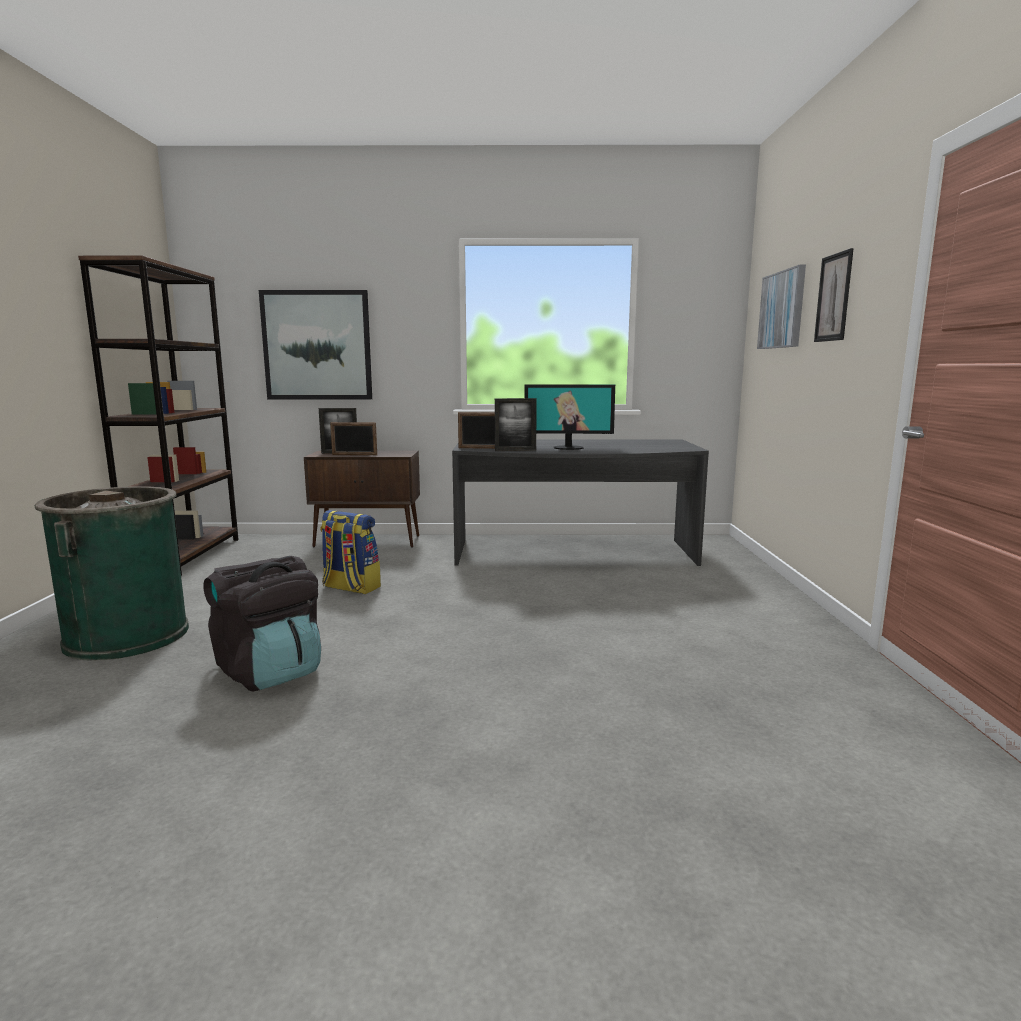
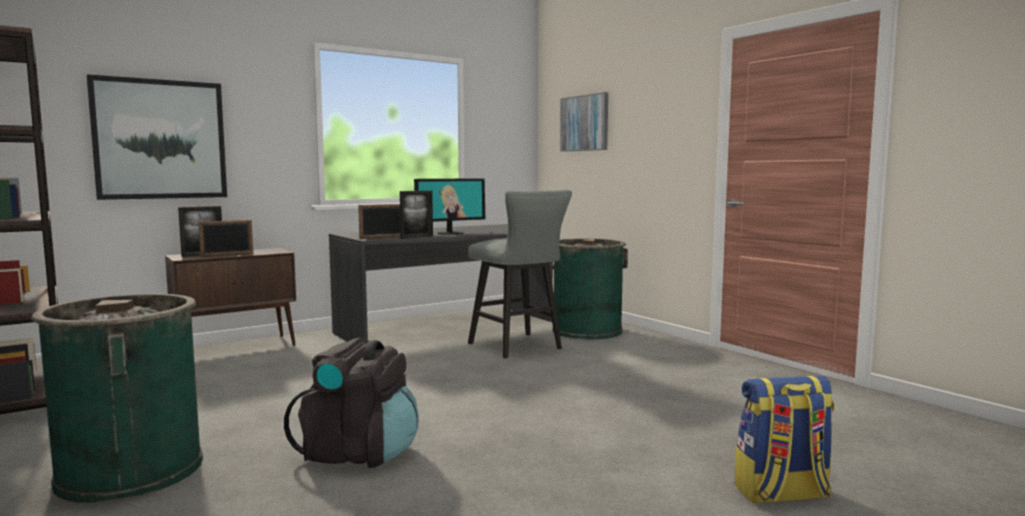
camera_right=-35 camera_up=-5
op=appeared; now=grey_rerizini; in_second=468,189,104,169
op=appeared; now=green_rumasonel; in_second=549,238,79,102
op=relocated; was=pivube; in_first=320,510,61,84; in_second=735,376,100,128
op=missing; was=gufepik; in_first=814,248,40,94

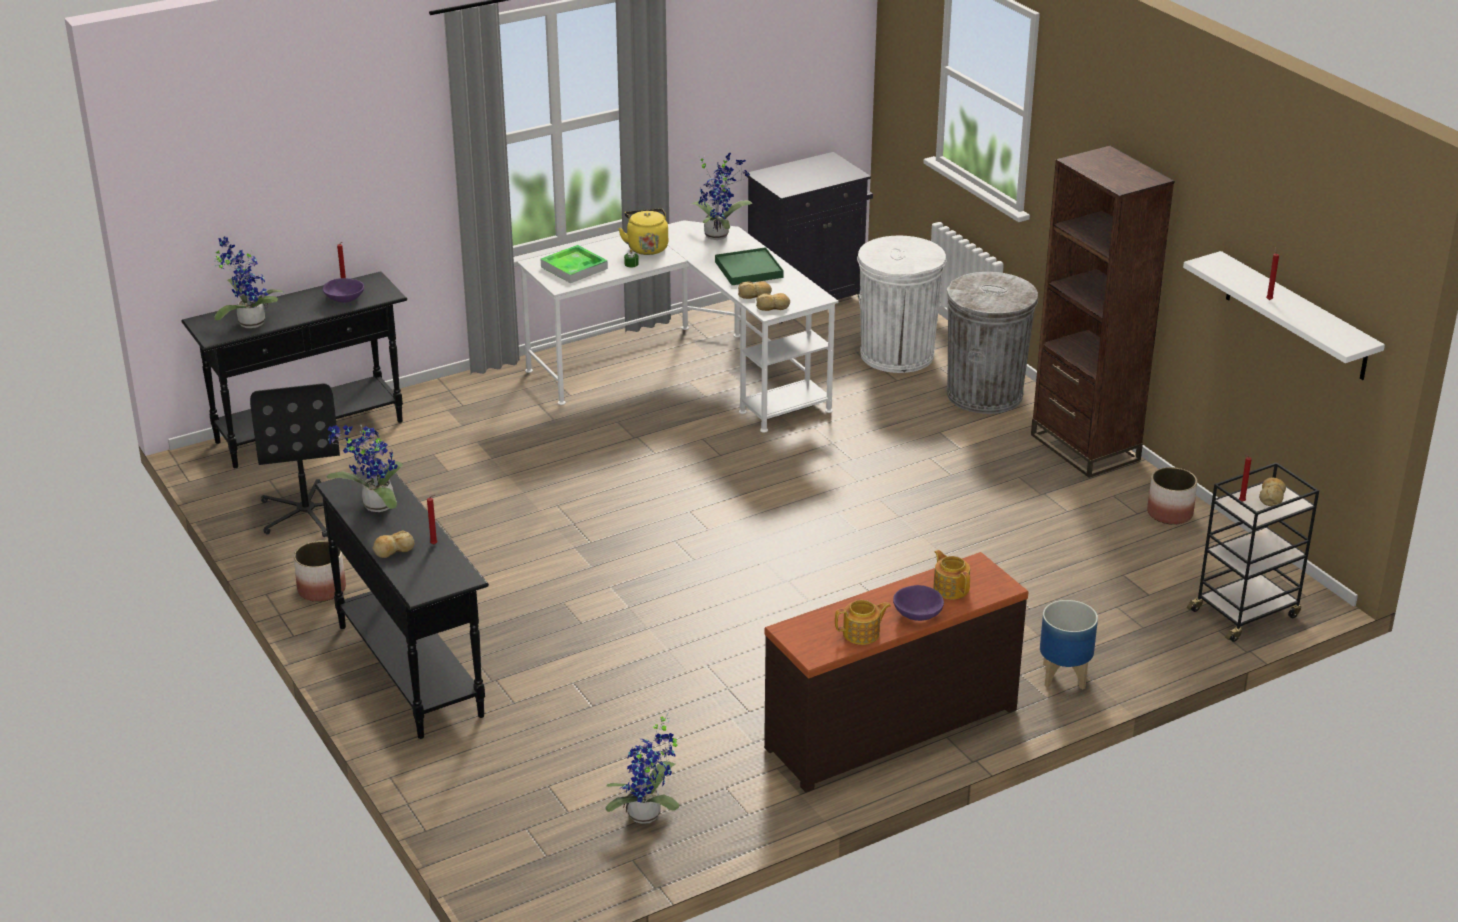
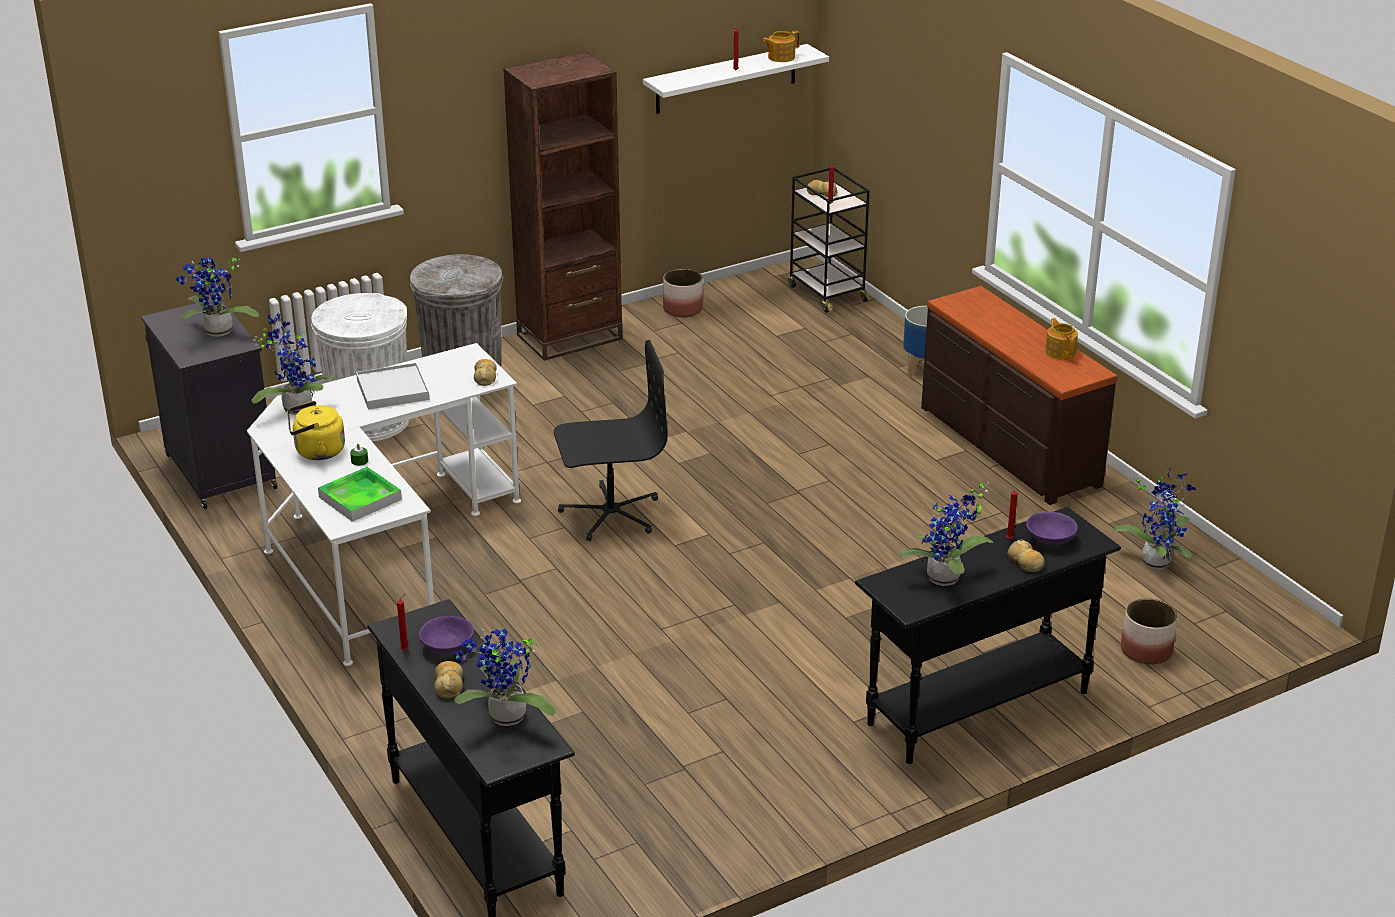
camera_right=-90 camera_up=0
op=appeared; now=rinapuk; in_second=176,257,83,80
op=colour; was=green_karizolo; now=white_karizolo; in_first=715,247,69,38; in_second=356,363,74,47
op=relocated; was=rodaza; in_first=738,281,34,18; in_second=434,661,29,38
op=relocated; was=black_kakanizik; in_first=250,383,90,154; in_second=554,340,113,201
op=relocated; was=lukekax; in_first=933,550,37,49; in_second=763,31,37,31
op=relocated; was=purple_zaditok; in_first=893,585,51,36; in_second=1026,512,52,33
op=relocated; was=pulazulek; in_first=293,541,53,61; in_second=1121,598,57,66

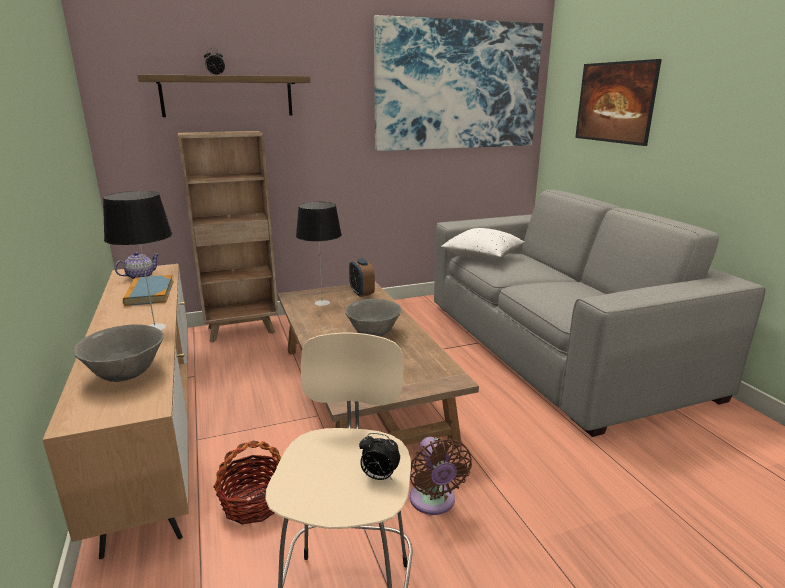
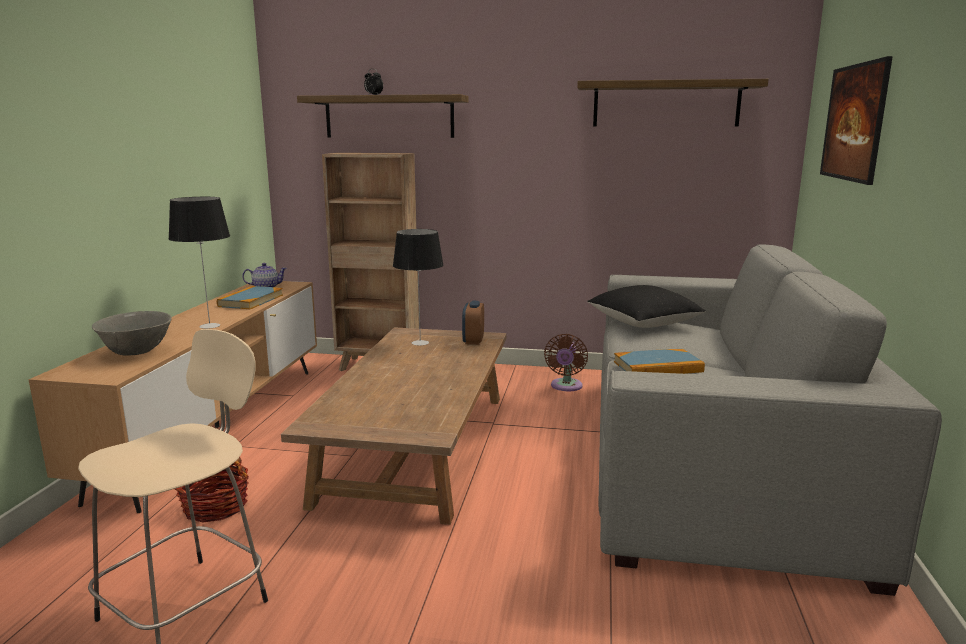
camera_right=30 camera_up=-5
op=relocated; was=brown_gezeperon; in_first=410,437,62,78; in_second=544,334,44,57
op=exchanged; was=gufepik; now=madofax; in_first=374,15,169,136; in_second=577,79,192,48
op=colour; was=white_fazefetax; now=black_fazefetax; in_first=441,228,84,33; in_second=587,285,119,43
op=appeared; now=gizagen; in_second=614,349,91,25
op=missing; was=grey_zaditok; in_first=345,299,57,37
op=missing; was=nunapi; in_first=359,433,41,47

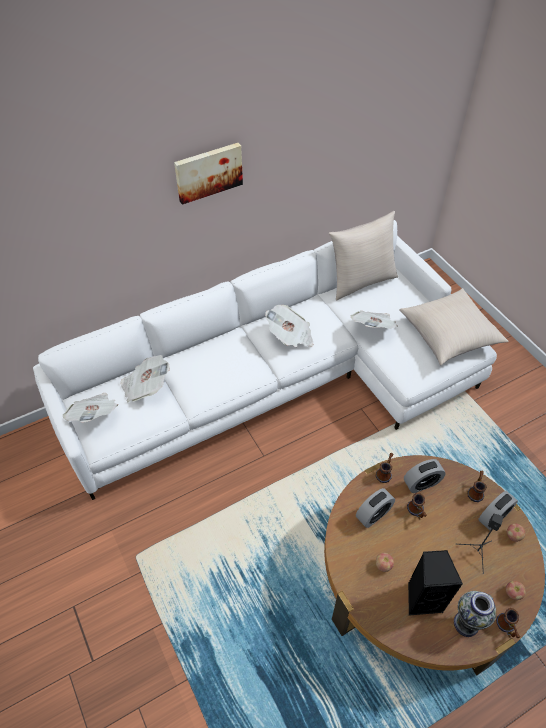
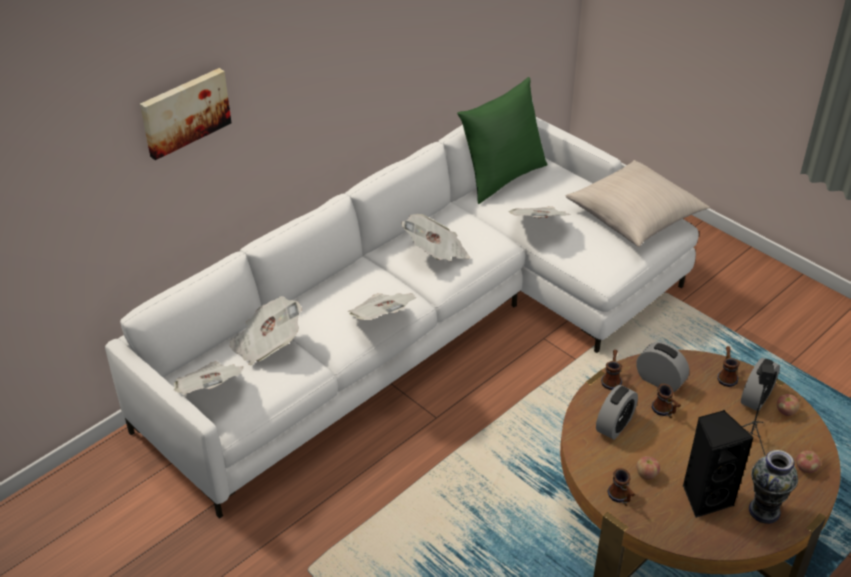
camera_right=-15 camera_up=-10
op=relocated; was=gufepik; in_first=174,143,69,62; in_second=140,68,92,92
op=appeared; now=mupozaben; in_second=347,293,70,27
op=colour; was=beige_fazefetax; now=green_fazefetax; in_first=329,211,69,90; in_second=457,77,91,127
op=relocated; was=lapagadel; in_first=496,608,24,30; in_second=607,468,28,38
op=spun; was=nunapi; in_first=404,459,42,34; in_second=636,342,53,50; clockwise=-105

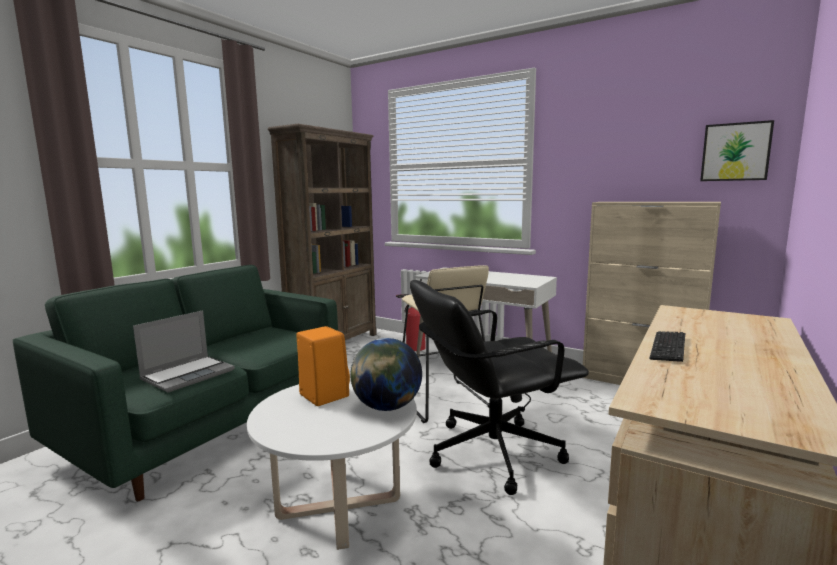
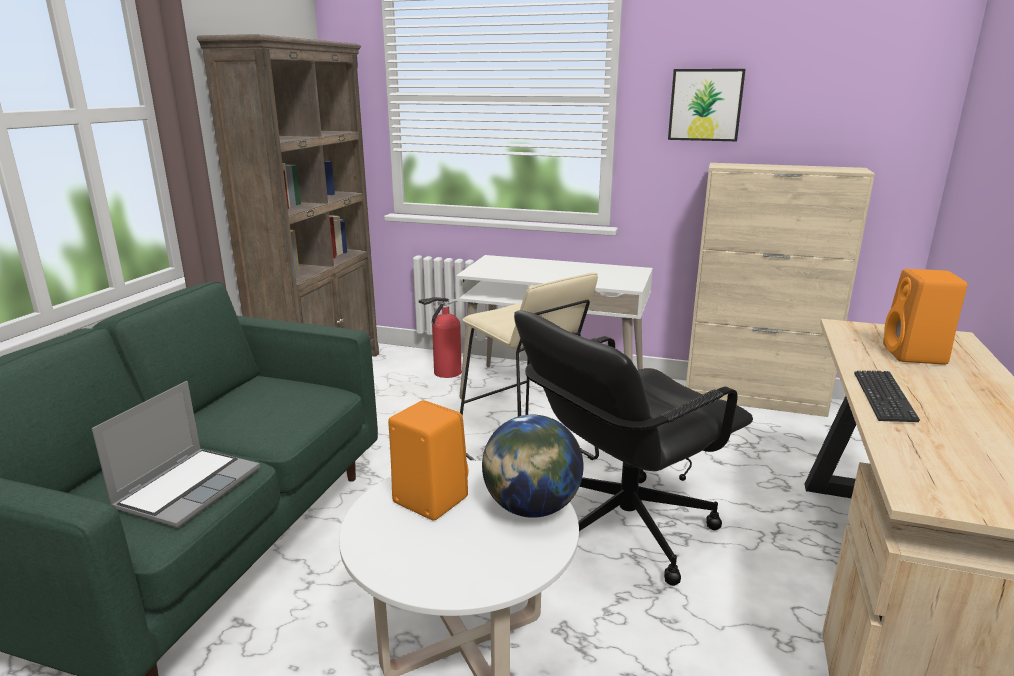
camera_right=-15 camera_up=10
op=relocated; was=gufepik; in_first=700,120,74,61; in_second=668,69,78,72
op=appeared; now=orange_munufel; in_second=883,269,85,96

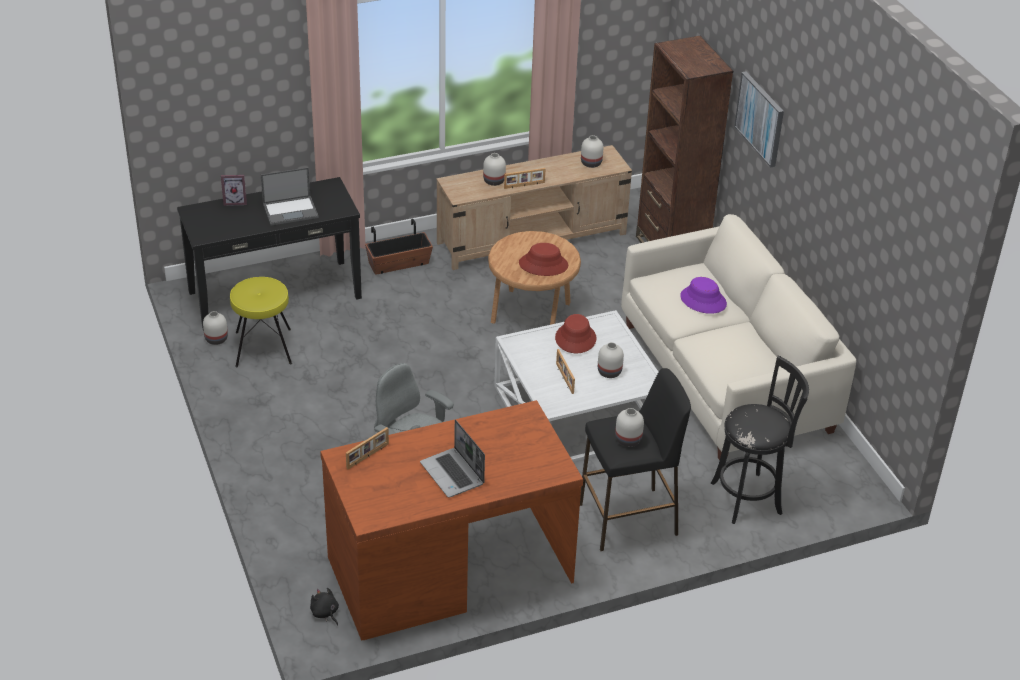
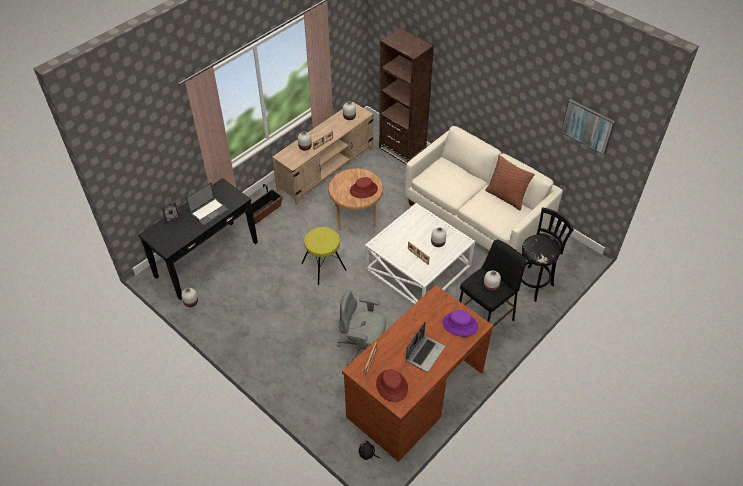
camera_right=-25 camera_up=10
op=relocated; was=yellow_rerizini; in_first=230,277,62,91; in_second=301,227,46,58
op=relocated; was=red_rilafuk; in_first=555,314,41,39; in_second=376,369,32,33
op=spun; was=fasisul; in_first=420,419,65,79; in_second=406,322,39,50; clockwise=-90
op=relocated; was=purple_rilafuk; in_first=680,277,47,37; in_second=443,310,35,27
op=appeared; now=fazefetax; in_second=485,155,50,56
op=relocated; was=gufepik; in_first=734,72,50,95; in_second=561,99,54,56

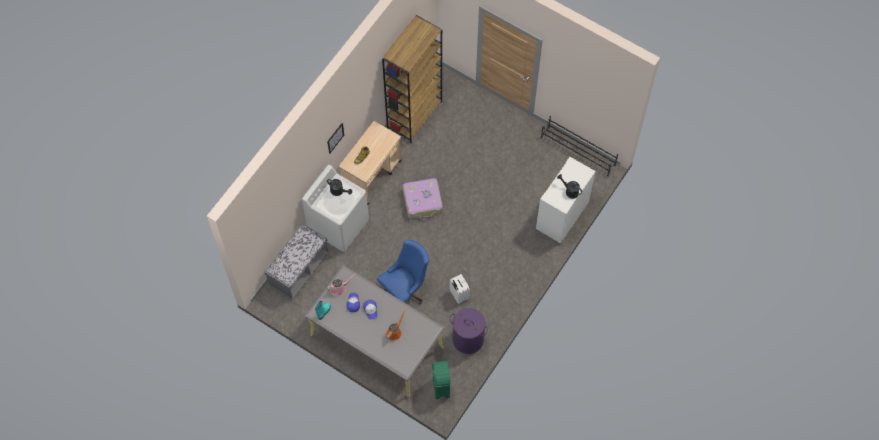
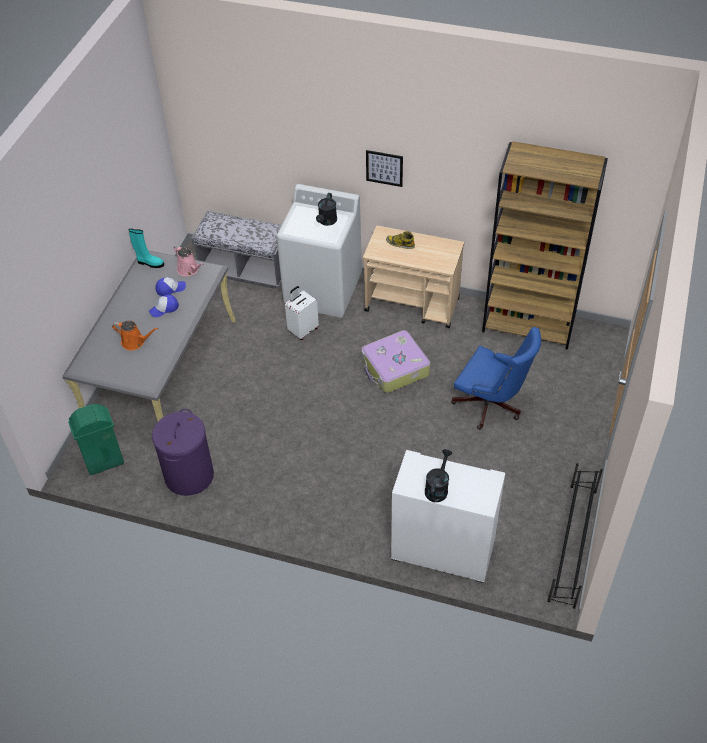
camera_right=75 camera_up=-15
op=relocated; was=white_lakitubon; in_first=450,274,20,30; in_second=285,286,34,54
op=relocated; was=blue_kakanizik; in_first=377,239,52,65; in_second=451,327,90,103

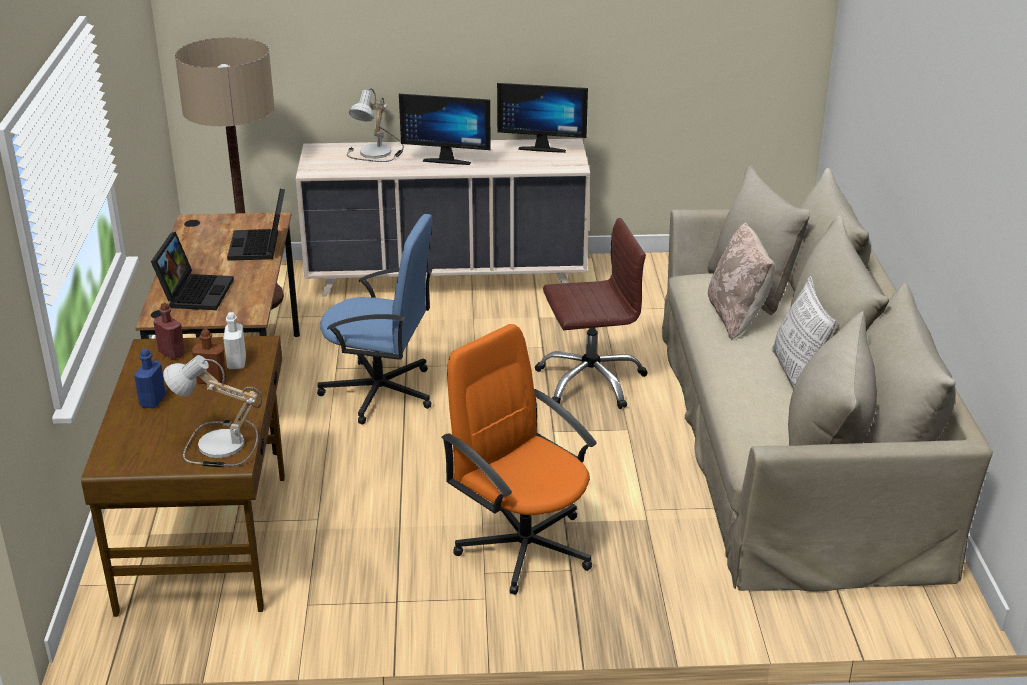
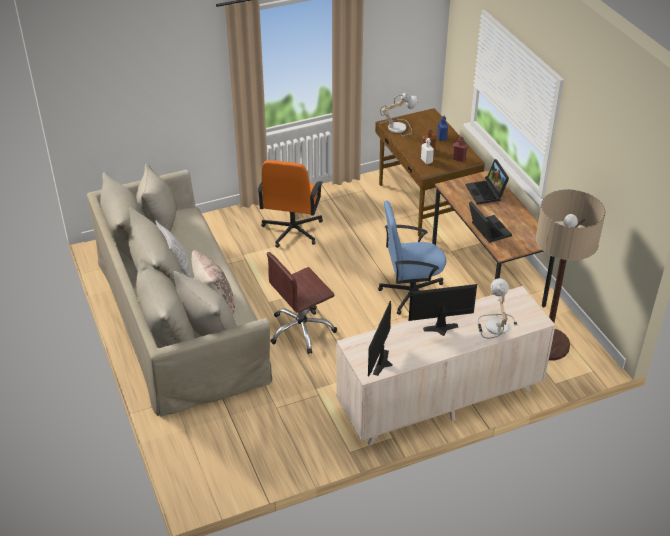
camera_right=160 camera_up=10
op=spun; was=orange_kakanizik; in_first=441,324,156,271; in_second=257,160,66,88; clockwise=75
op=spun; was=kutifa; in_first=497,83,91,70; in_second=368,301,25,76; clockwise=-60

